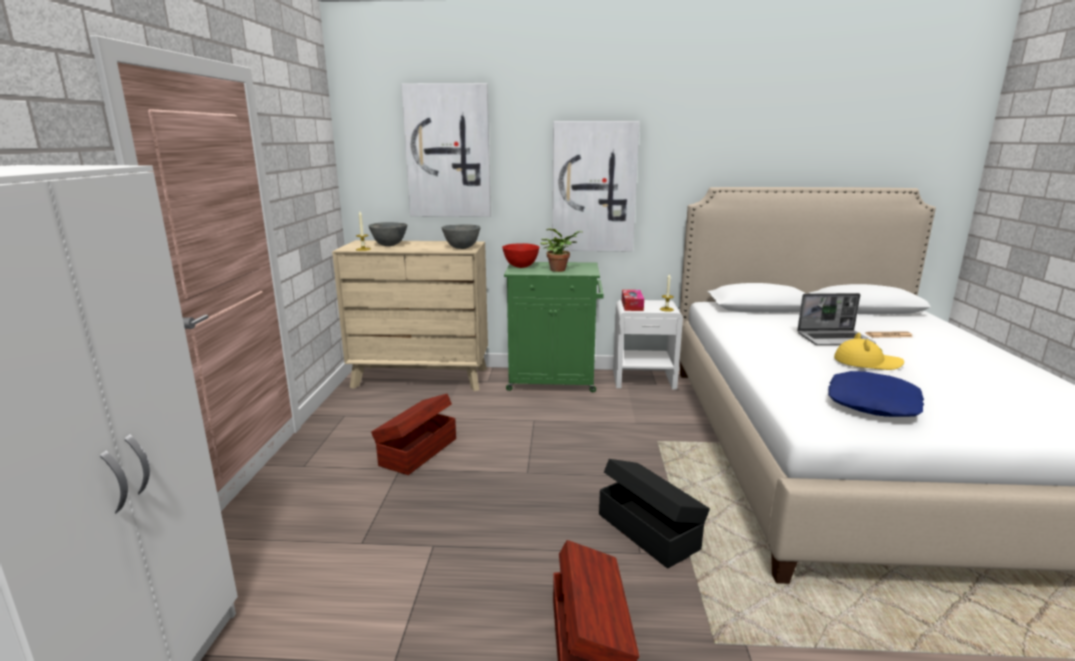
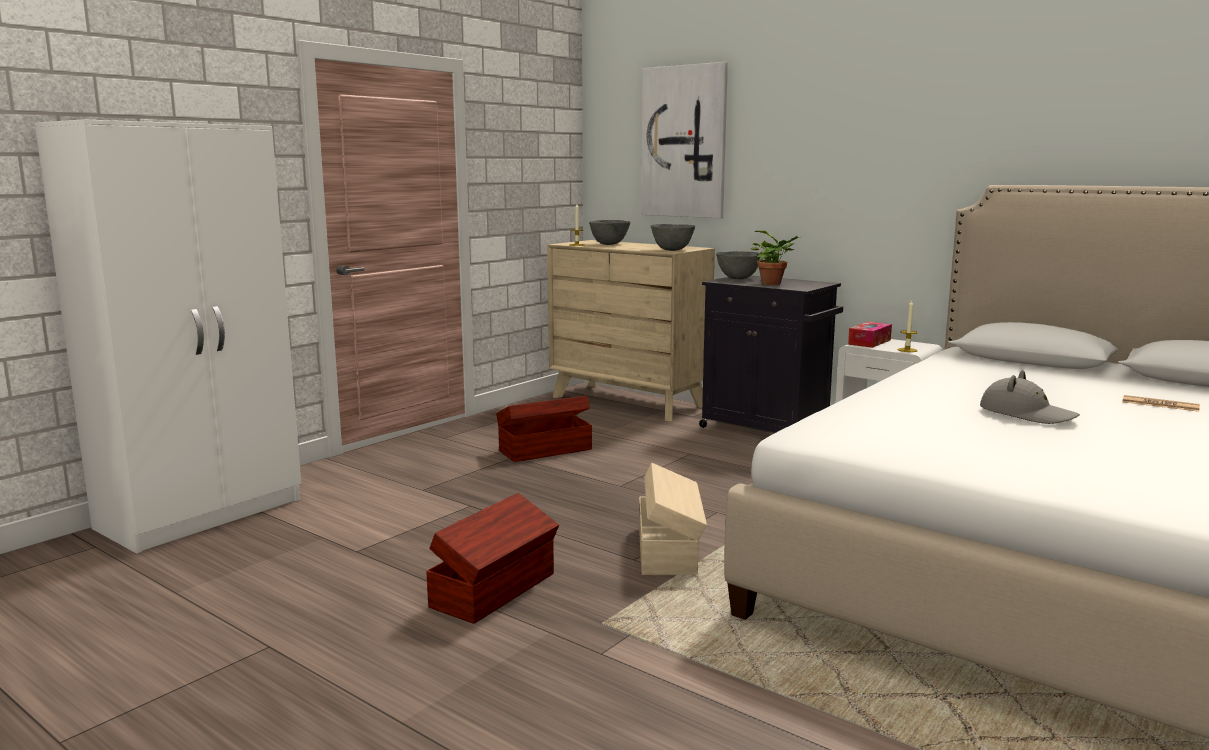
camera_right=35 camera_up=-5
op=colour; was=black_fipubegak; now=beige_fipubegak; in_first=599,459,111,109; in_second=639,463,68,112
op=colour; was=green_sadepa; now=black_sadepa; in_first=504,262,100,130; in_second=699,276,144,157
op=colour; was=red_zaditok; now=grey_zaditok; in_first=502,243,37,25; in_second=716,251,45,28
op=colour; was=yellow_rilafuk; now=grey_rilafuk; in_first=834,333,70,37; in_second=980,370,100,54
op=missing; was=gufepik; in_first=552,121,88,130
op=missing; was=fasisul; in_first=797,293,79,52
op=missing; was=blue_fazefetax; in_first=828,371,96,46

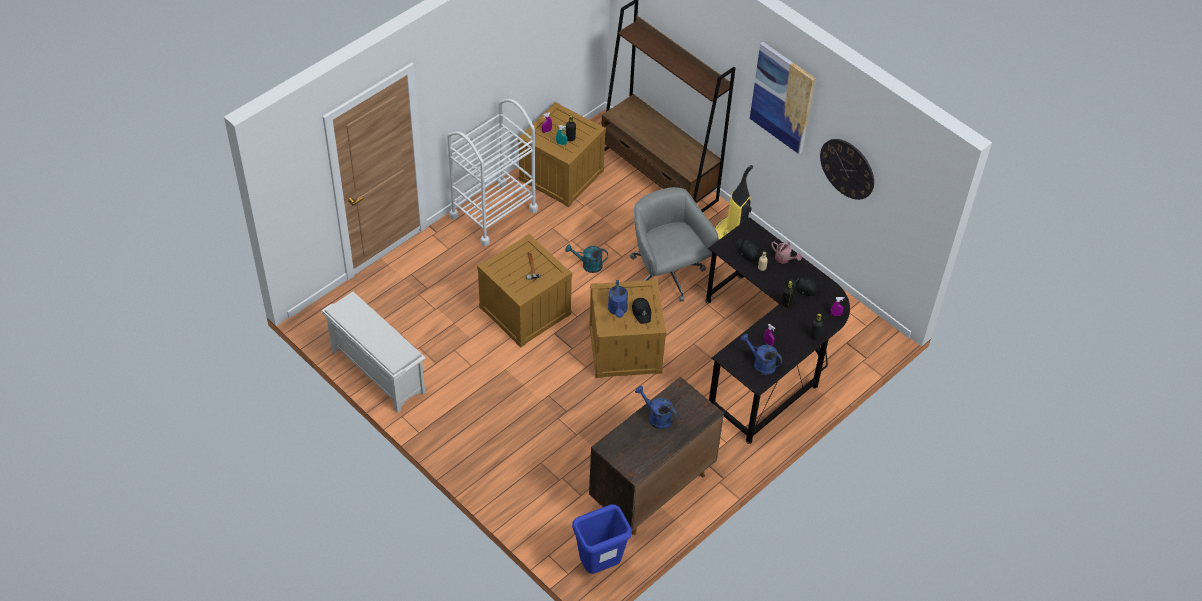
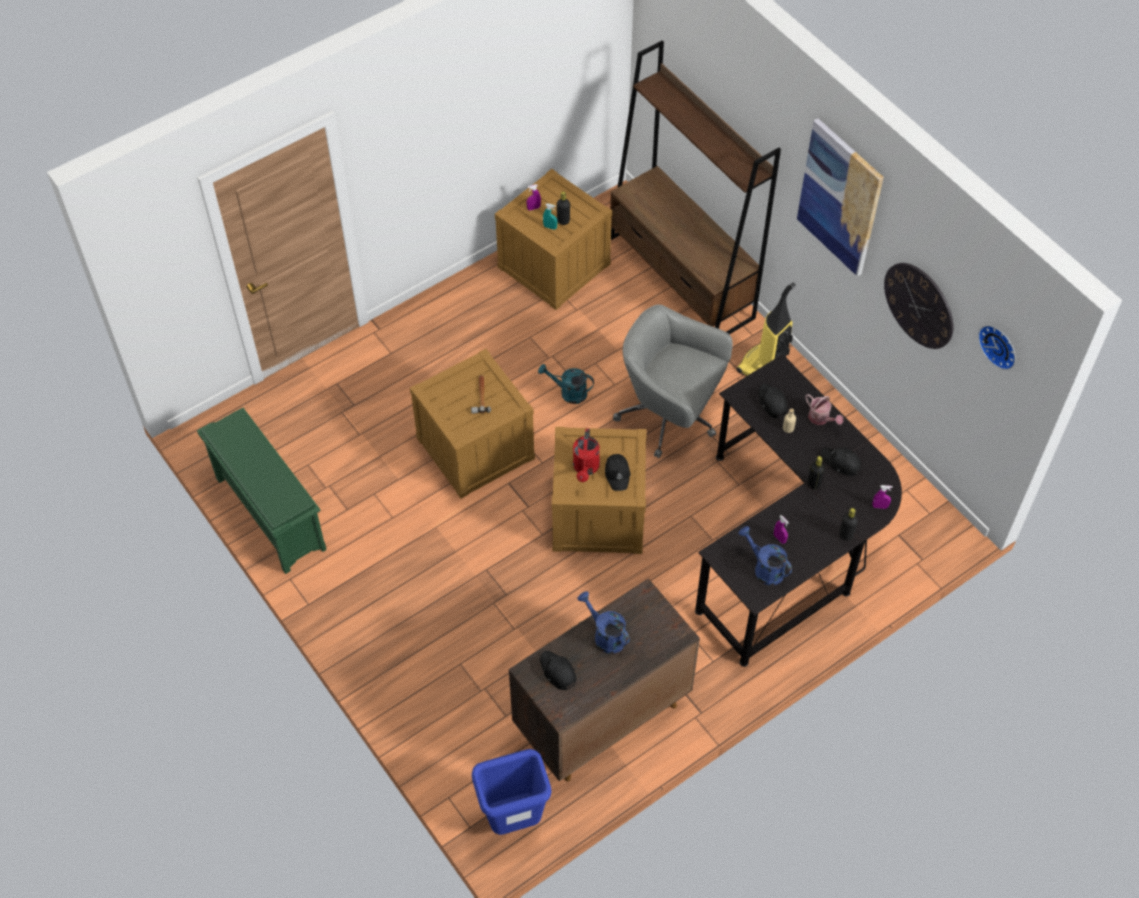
camera_right=10 camera_up=5
op=colour; was=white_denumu; now=green_denumu; in_first=322,292,104,121; in_second=197,408,130,166
op=appeared; now=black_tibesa; in_second=540,651,36,39
op=colour; was=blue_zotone; now=red_zotone; in_first=608,280,20,38; in_second=573,428,27,54
op=spun; was=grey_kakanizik; in_first=630,187,88,115; in_second=613,304,120,154; clockwise=-45
op=appeared; now=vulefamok; in_second=978,325,38,45
op=missing; was=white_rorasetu; in_first=447,99,91,147

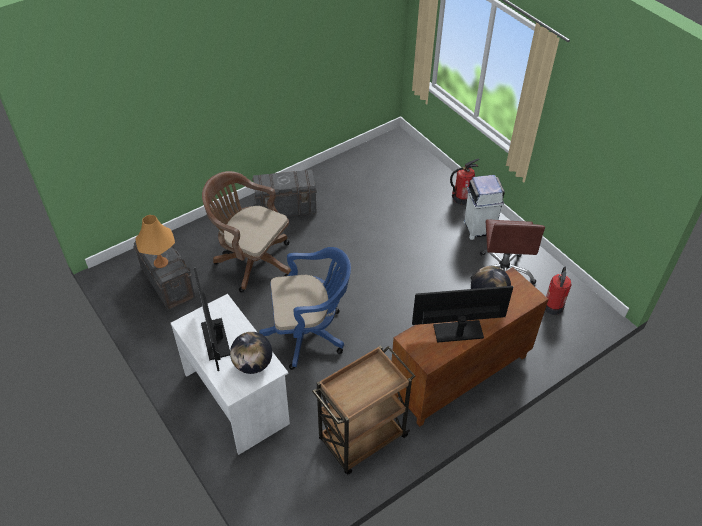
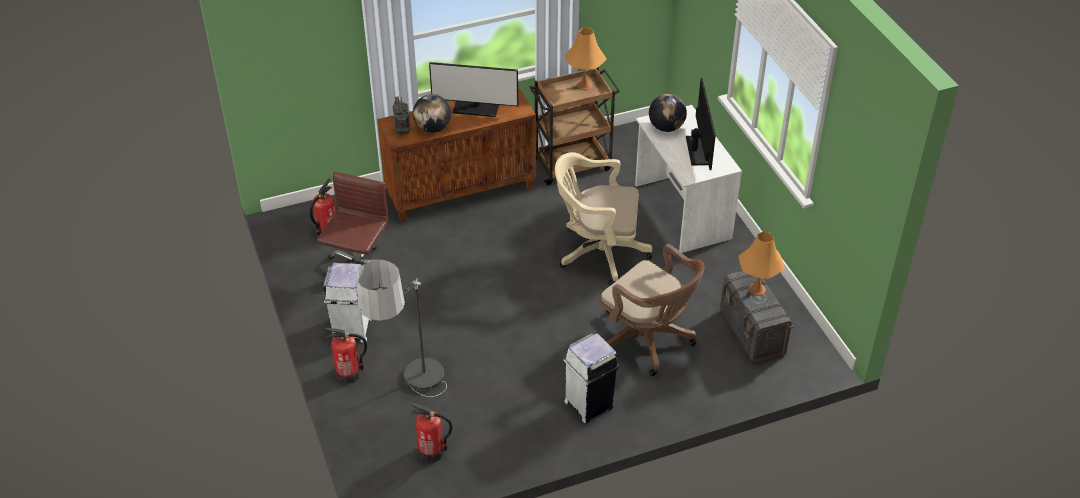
camera_right=-165 camera_up=-5
op=appeared; now=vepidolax; in_second=356,260,91,137
op=appeared; now=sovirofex; in_second=393,97,18,37
op=appeared; now=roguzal; in_second=410,403,42,60
op=colour; was=blue_kakanizik; now=beige_kakanizik; in_first=259,247,92,123; in_second=555,152,97,134
op=appeared; now=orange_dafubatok; in_second=564,28,43,62
op=exchanged; was=grey_fipubegak; now=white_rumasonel; in_first=252,169,65,47; in_second=564,333,55,90

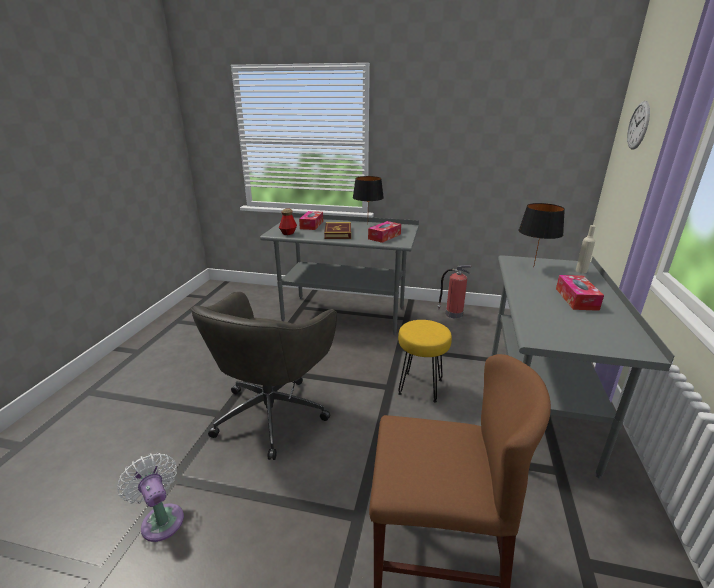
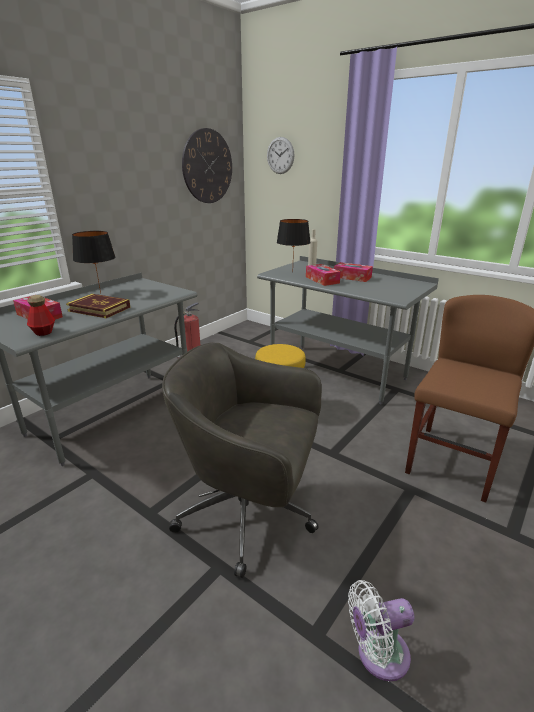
camera_right=-65 camera_up=0
op=spun; was=grey_kakanizik; in_first=191,292,146,168; in_second=162,343,160,235; clockwise=150
op=appeared; now=vulefamok; in_second=182,128,50,75
op=relocated; was=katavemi; in_first=368,221,33,22; in_second=306,264,35,22

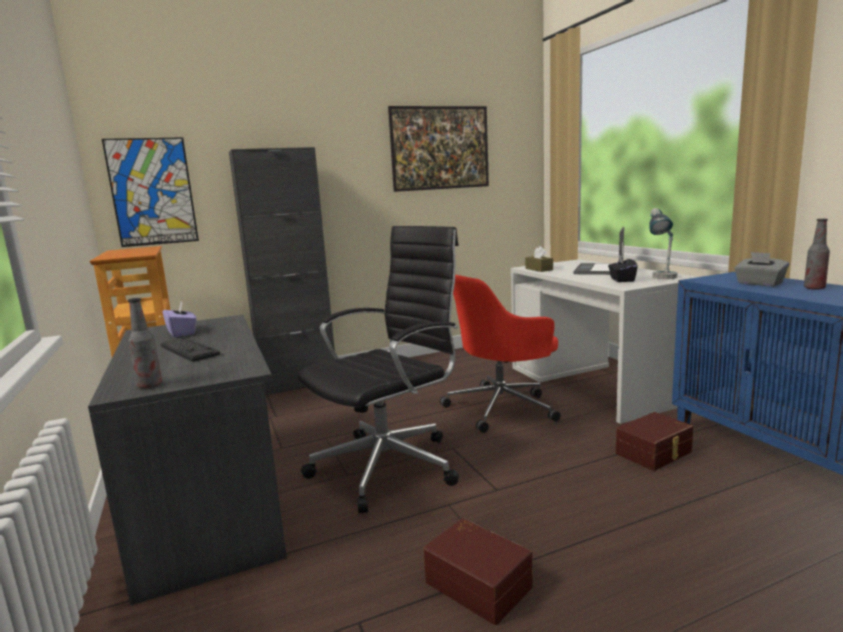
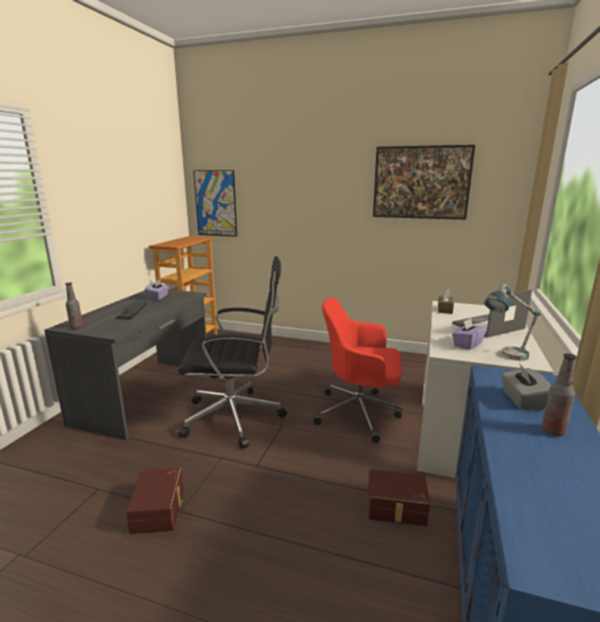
camera_right=40 camera_up=5
op=colour; was=black_katavemi; now=purple_katavemi; in_first=608,254,30,28; in_second=452,318,35,32
op=missing; was=black_sadepa; in_first=229,147,106,248

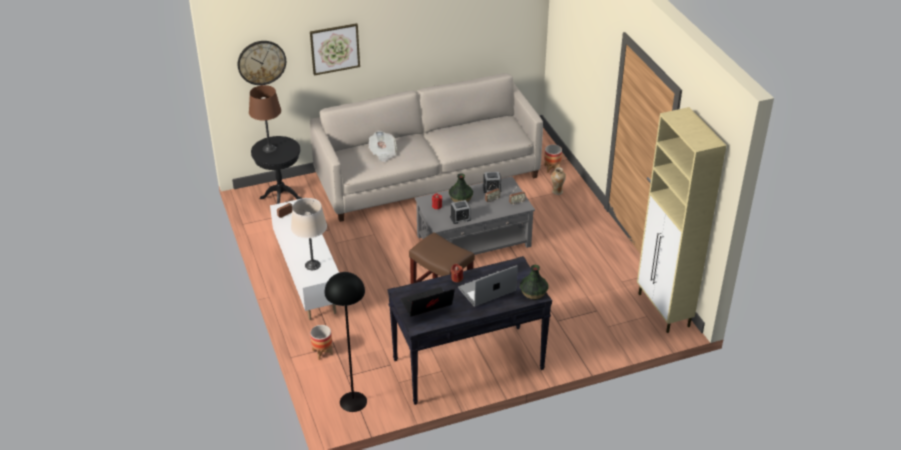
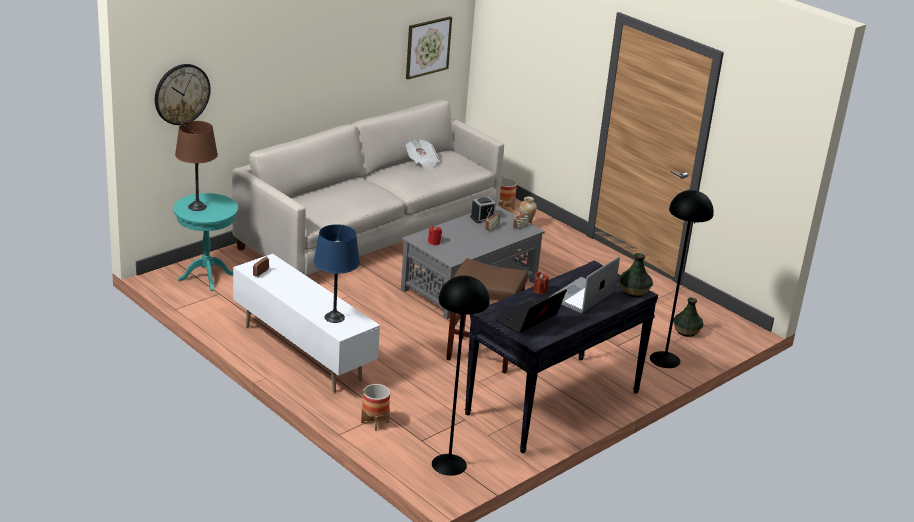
camera_right=-25 camera_up=-10
op=colour; was=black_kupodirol; now=turquoise_kupodirol; in_first=251,136,51,68; in_second=173,193,65,98
op=colour; was=beige_dafubatok; now=blue_dafubatok; in_first=291,198,36,72; in_second=313,224,47,99
op=relocated; was=gufepik; in_first=310,23,50,53; in_second=406,16,46,63
op=relocated; was=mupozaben; in_first=369,131,28,31; in_second=406,140,34,30
op=appeared; now=black_vepidolax; in_second=650,190,64,178
op=relocated; was=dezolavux; in_first=449,173,24,29; in_second=673,298,31,39
op=missing; was=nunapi; in_first=450,200,21,24
op=missing; was=beige_sadepa; in_first=637,107,89,226

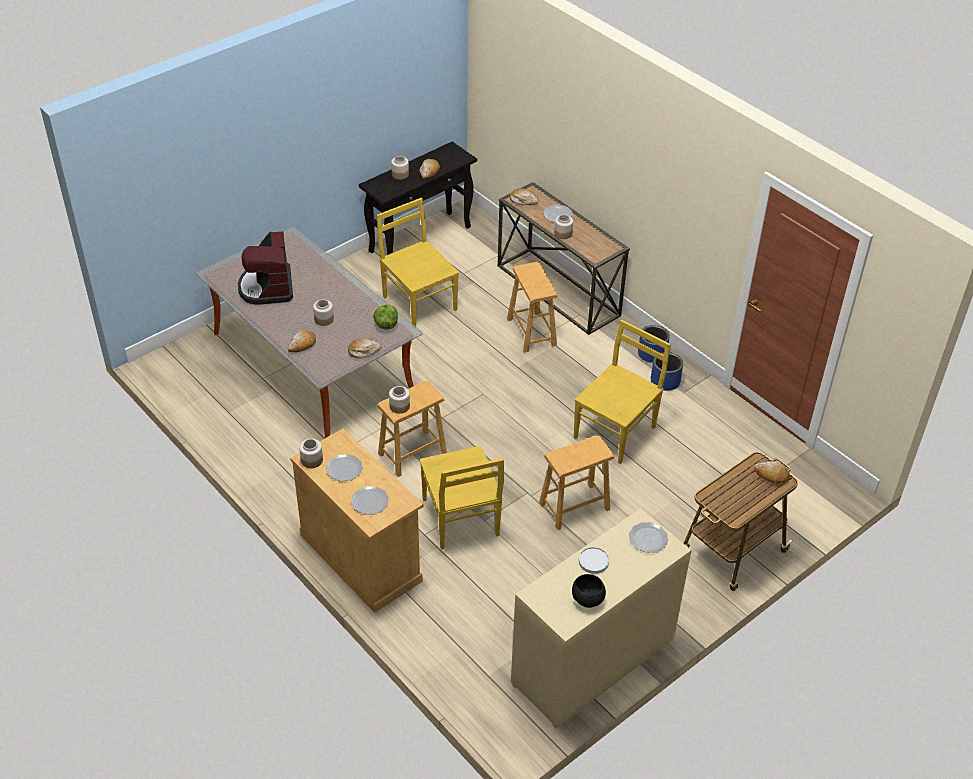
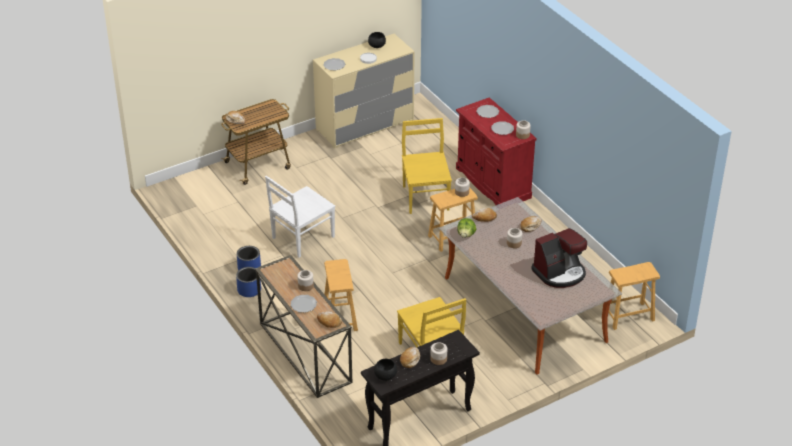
camera_right=-170 camera_up=-5
op=colour; was=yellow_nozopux; now=white_nozopux; in_first=574,320,97,144; in_second=265,176,70,81
op=appeared; now=black_zaditok; in_second=374,359,23,22
op=colour; was=beige_sadepa; now=red_sadepa; in_first=290,429,133,184; in_second=456,97,81,108
op=spun; was=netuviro; in_first=238,231,55,74; in_second=531,228,56,60; clockwise=60
op=relocated; was=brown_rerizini; in_first=539,435,75,95; in_second=602,262,58,68

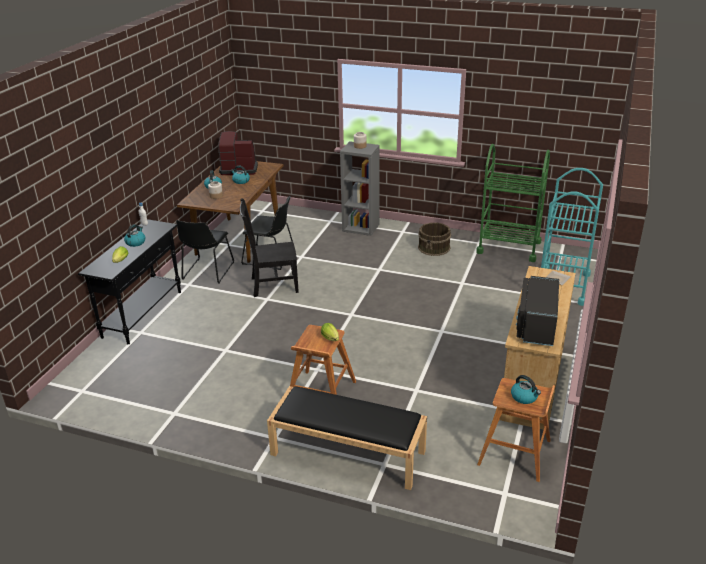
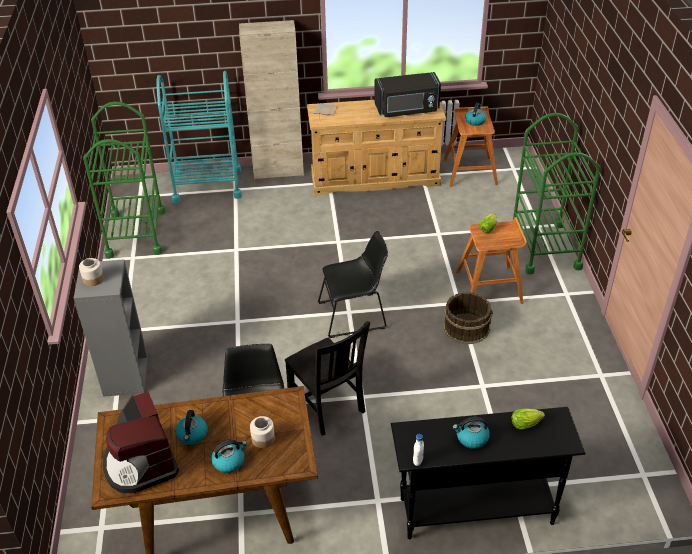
camera_right=-115 camera_up=10
op=appeared; now=beige_sadepa; in_second=239,20,65,159
op=relocated; was=black_nozopux; in_first=176,220,58,64; in_second=318,231,70,107
op=relocated; was=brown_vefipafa; in_first=418,222,33,34; in_second=443,292,50,52
op=exchanged; was=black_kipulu; now=green_rorasetu; in_first=267,386,160,104; in_second=513,113,88,162

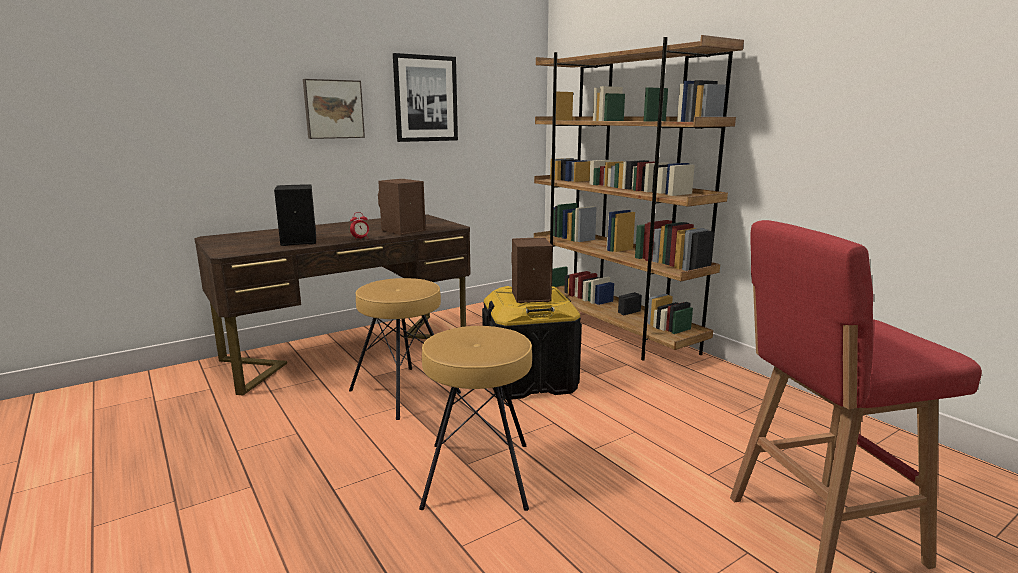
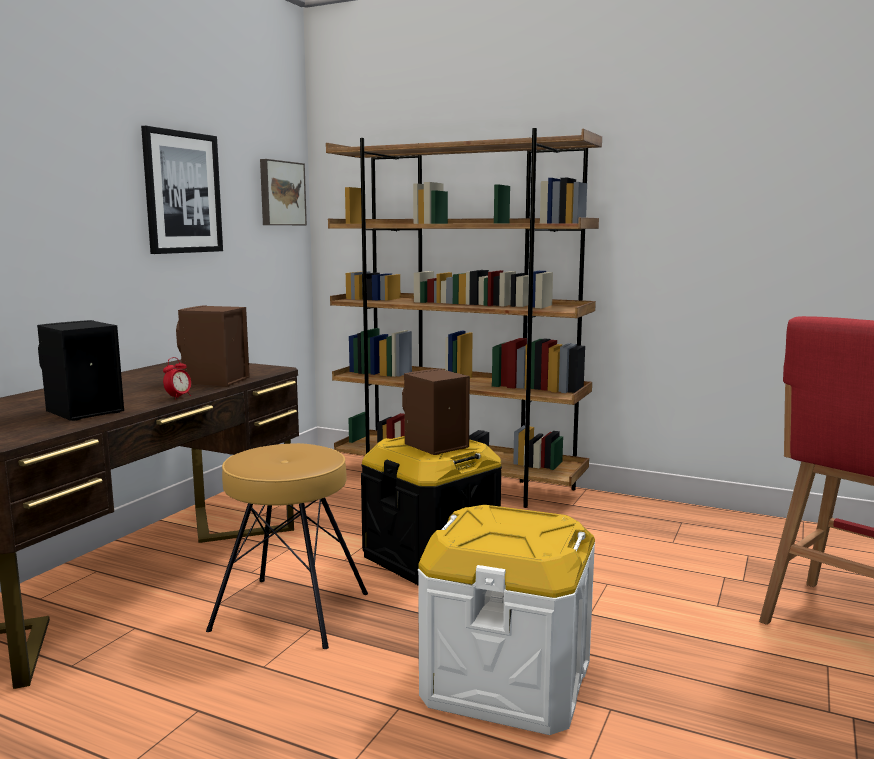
camera_right=-30 camera_up=-5
op=relocated; was=gufepik; in_first=303,79,62,60; in_second=260,159,47,66
op=exchanged; was=brown_rerizini; now=white_fipubegak; in_first=419,326,113,185; in_second=418,505,177,230

